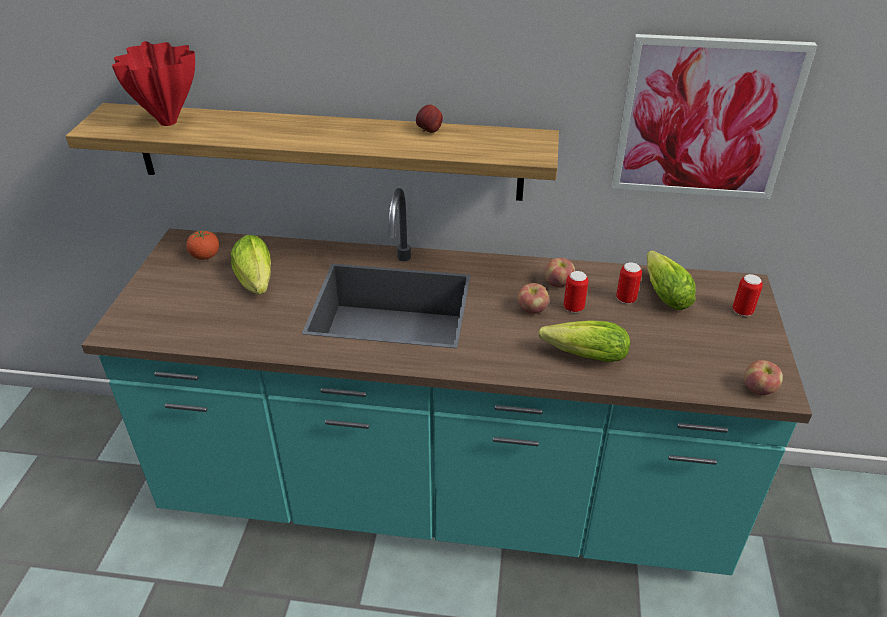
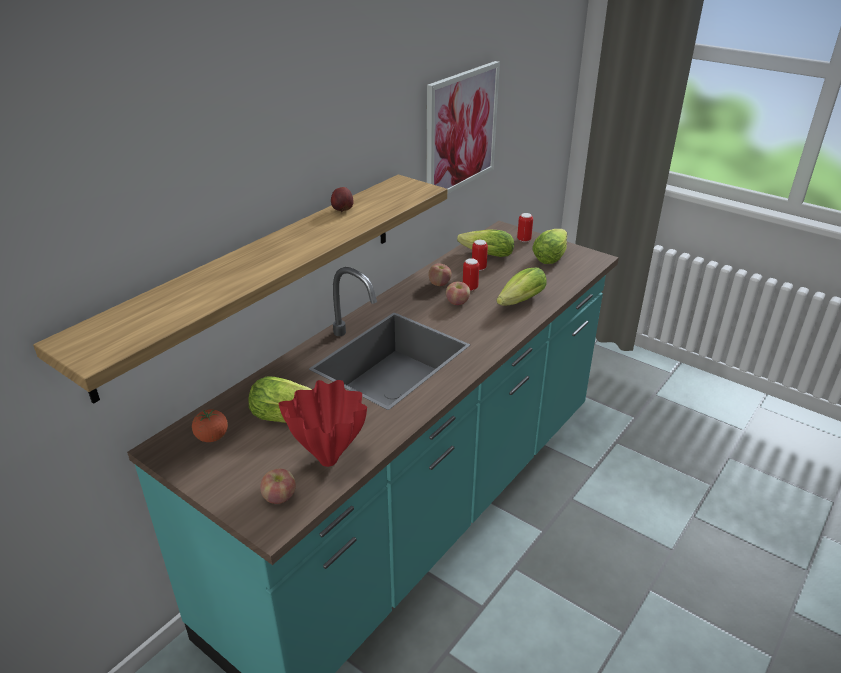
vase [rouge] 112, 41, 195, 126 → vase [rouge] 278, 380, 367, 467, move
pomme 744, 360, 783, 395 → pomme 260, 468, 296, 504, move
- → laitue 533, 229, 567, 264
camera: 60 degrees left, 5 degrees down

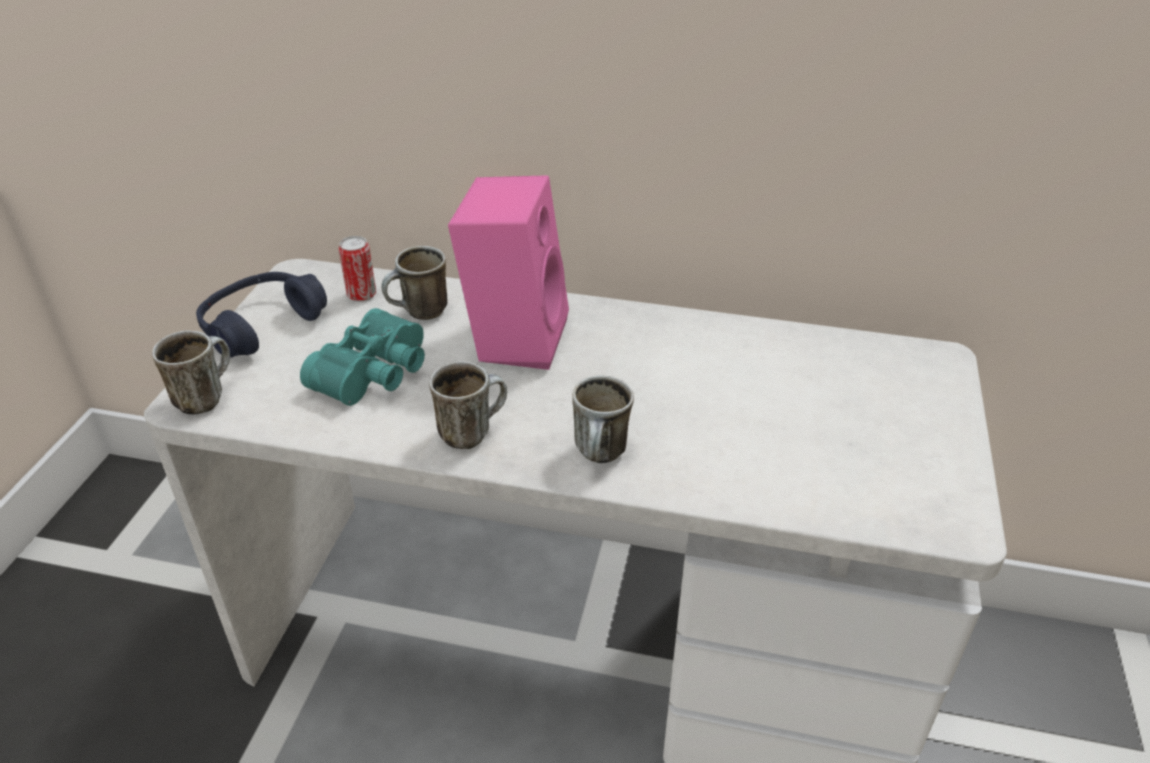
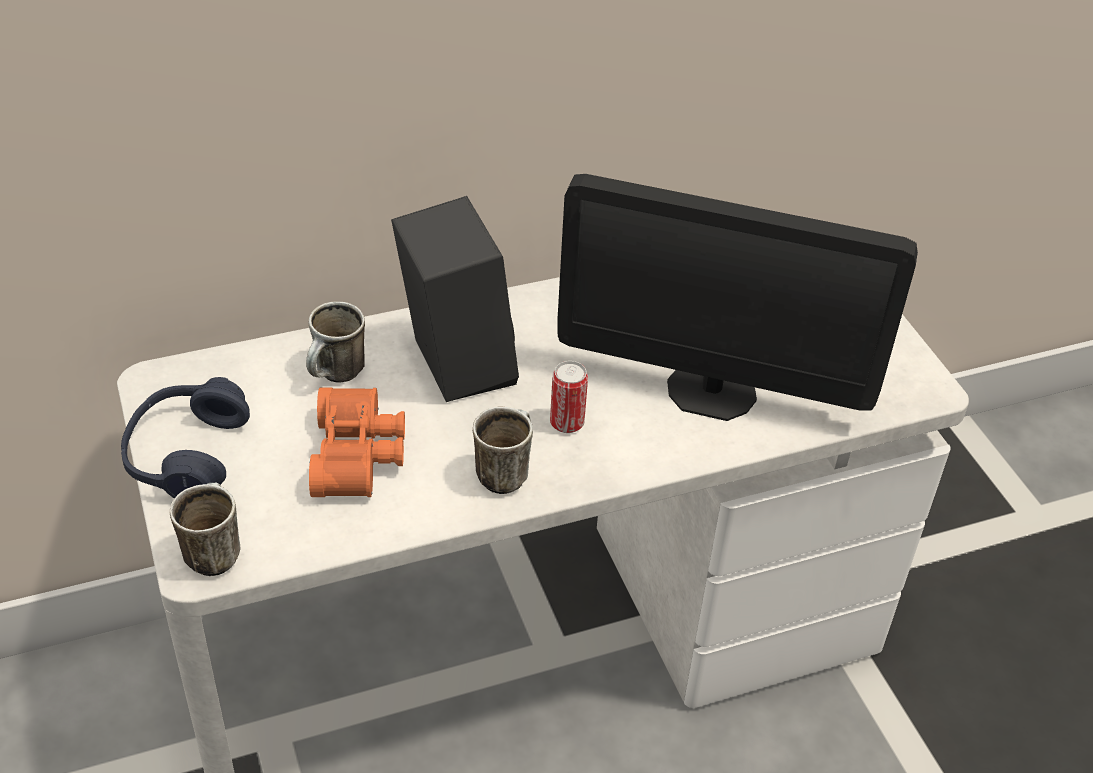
jumelles [turquoise] 300, 308, 425, 406 → jumelles [orange] 309, 388, 405, 497
boîte métallique 338, 236, 376, 302 → boîte métallique 550, 361, 588, 433, move
enceinte [rose] 448, 175, 569, 370 → enceinte [noir] 391, 196, 519, 402
mug 572, 375, 634, 463 → -
- → écran d'ordinateur 557, 174, 918, 421
camera: 35 degrees left, 5 degrees up

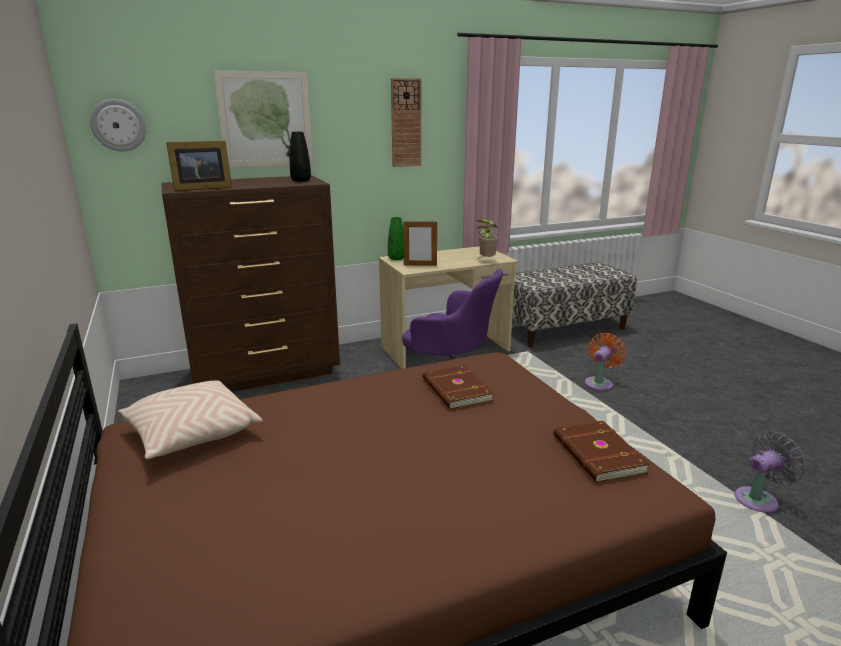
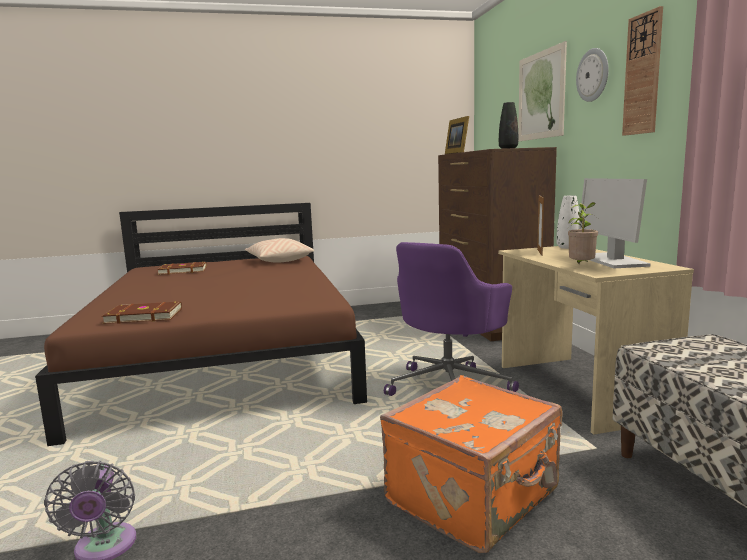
horloge murale 90, 99, 146, 151 → horloge murale 576, 48, 609, 102, move
vase [vert] 388, 217, 404, 260 → vase [blanc] 557, 196, 580, 249
livre [marron] 423, 365, 493, 409 → livre [marron] 157, 262, 207, 275, move
ventilateur [orange] 585, 333, 626, 391 → valise [orange] 380, 375, 562, 553
- → écran d'ordinateur 578, 178, 651, 268
camera: 100 degrees right, 10 degrees down

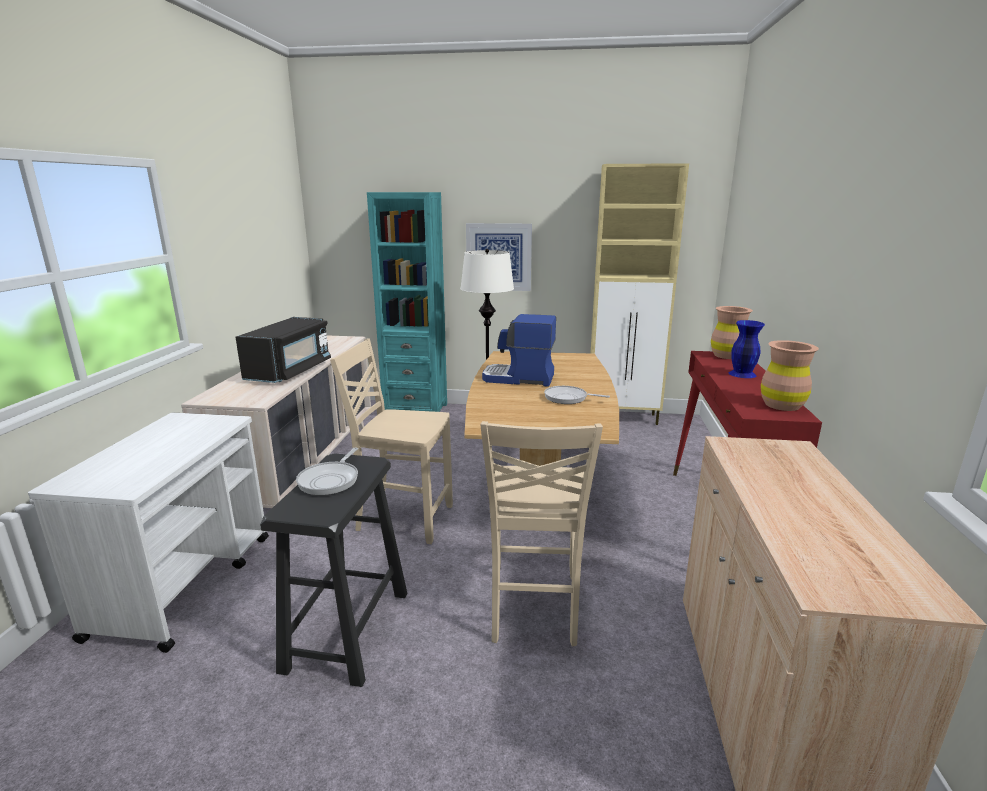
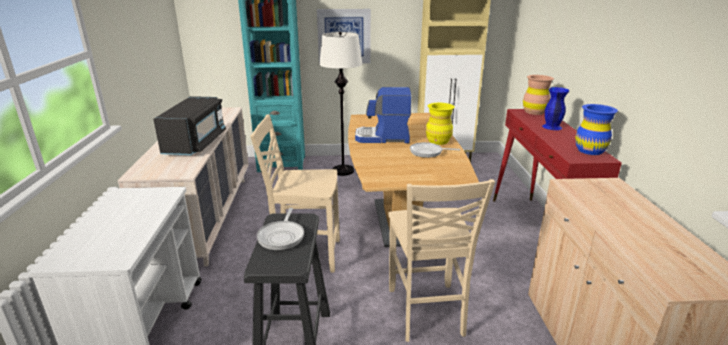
vase [marron] 761, 340, 819, 411 → vase [bleu] 575, 104, 618, 155
- → vase [jaune] 426, 103, 455, 145
camera: 10 degrees left, 5 degrees up

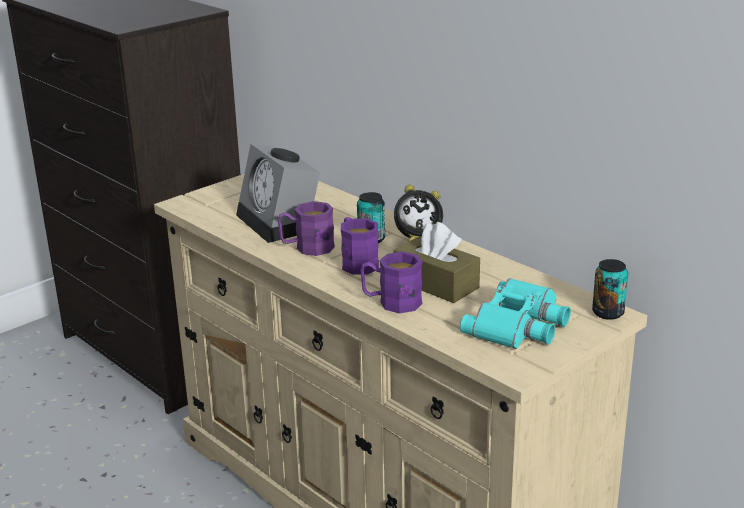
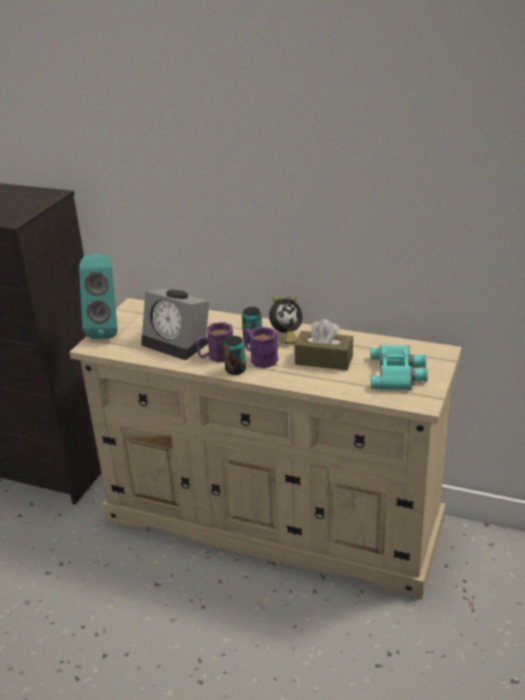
mug [violet] 360, 252, 422, 313 → -
boîte métallique 592, 259, 628, 320 → boîte métallique 223, 336, 246, 375, move
- → enceinte [turquoise] 79, 254, 118, 339
camera: 25 degrees left, 5 degrees up

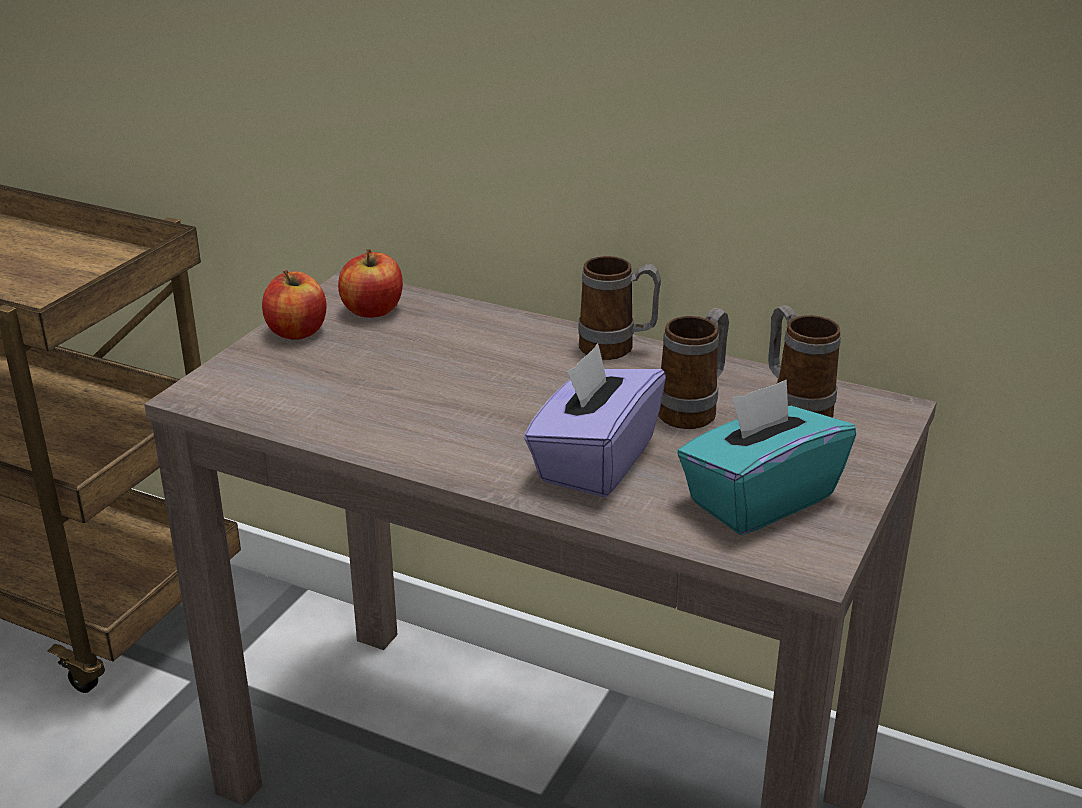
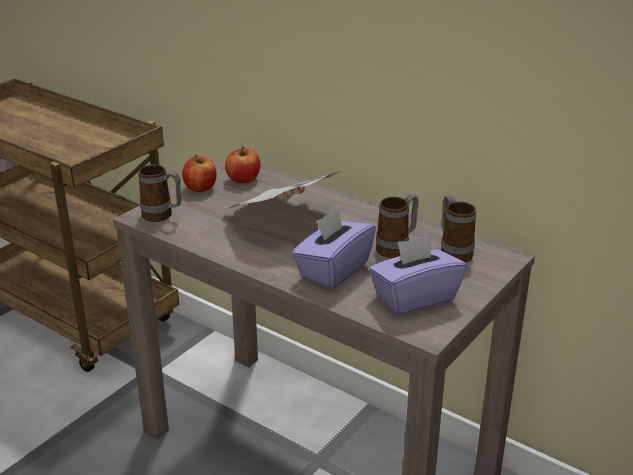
mug 578, 256, 661, 360 → mug 138, 165, 181, 222, move
boîte à mouchoirs [turquoise] 677, 380, 856, 535 → boîte à mouchoirs [violet] 369, 235, 466, 316
- → journal 227, 172, 339, 209
camera: 10 degrees right, 0 degrees up

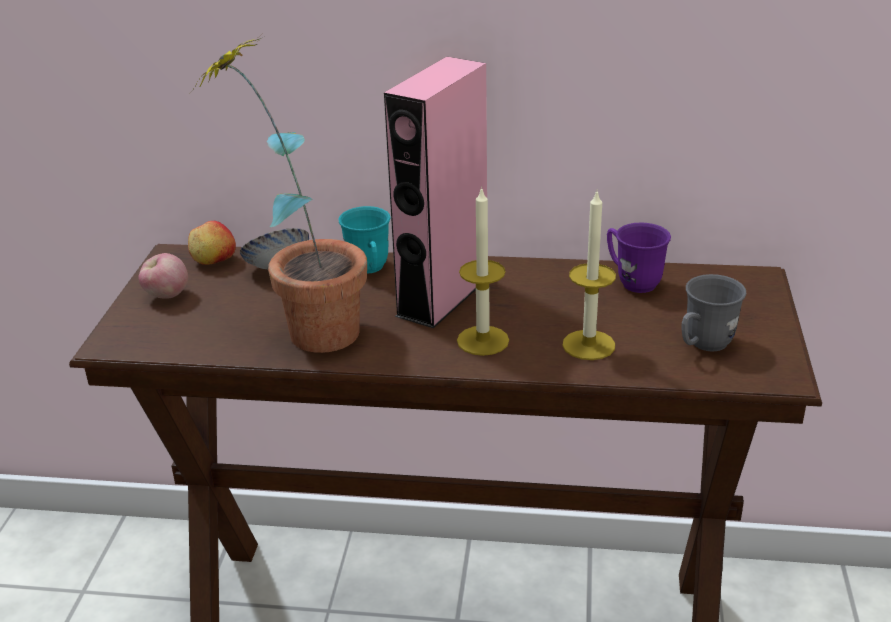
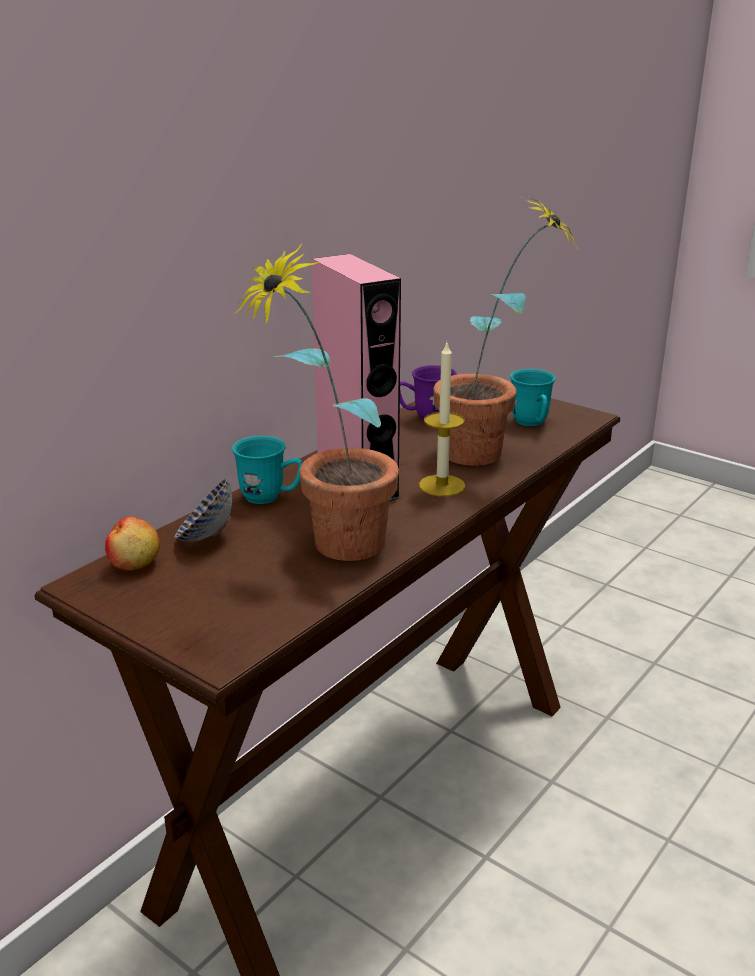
pomme 138, 253, 188, 299 → -
bougie 562, 192, 616, 360 → plante en pot 433, 198, 576, 466
mug [gris] 682, 274, 746, 351 → mug [turquoise] 510, 369, 556, 426
camera: 60 degrees left, 5 degrees down

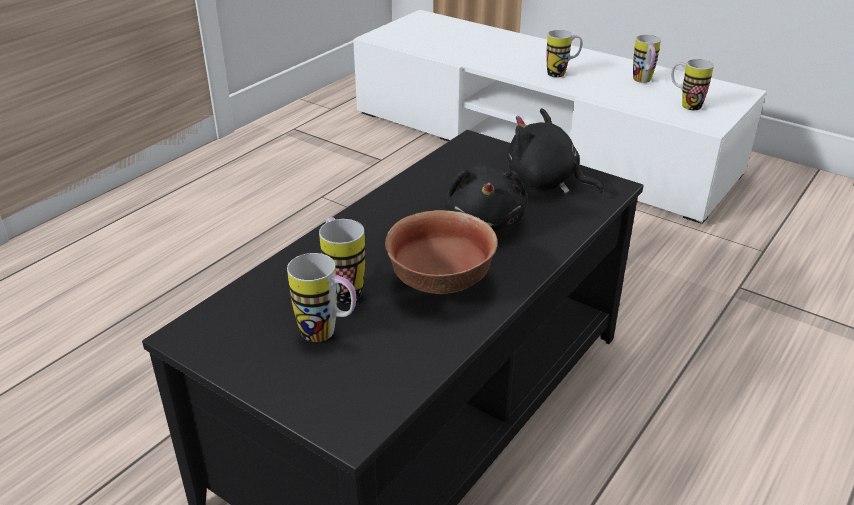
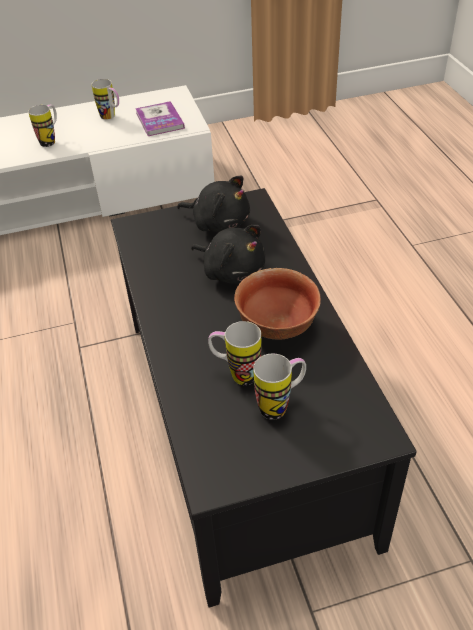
peluche [noir] 507, 108, 603, 194 → peluche [noir] 177, 176, 250, 232, 135 degrees counterclockwise
mug 672, 59, 714, 110 → livre 135, 101, 185, 136
camera: 50 degrees left, 10 degrees up

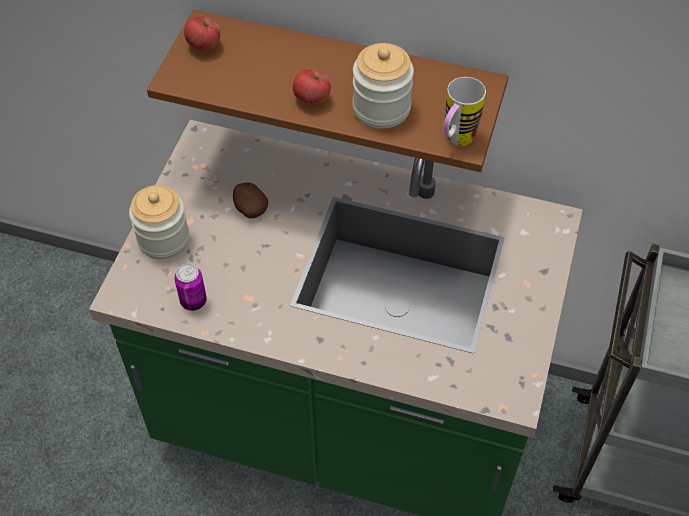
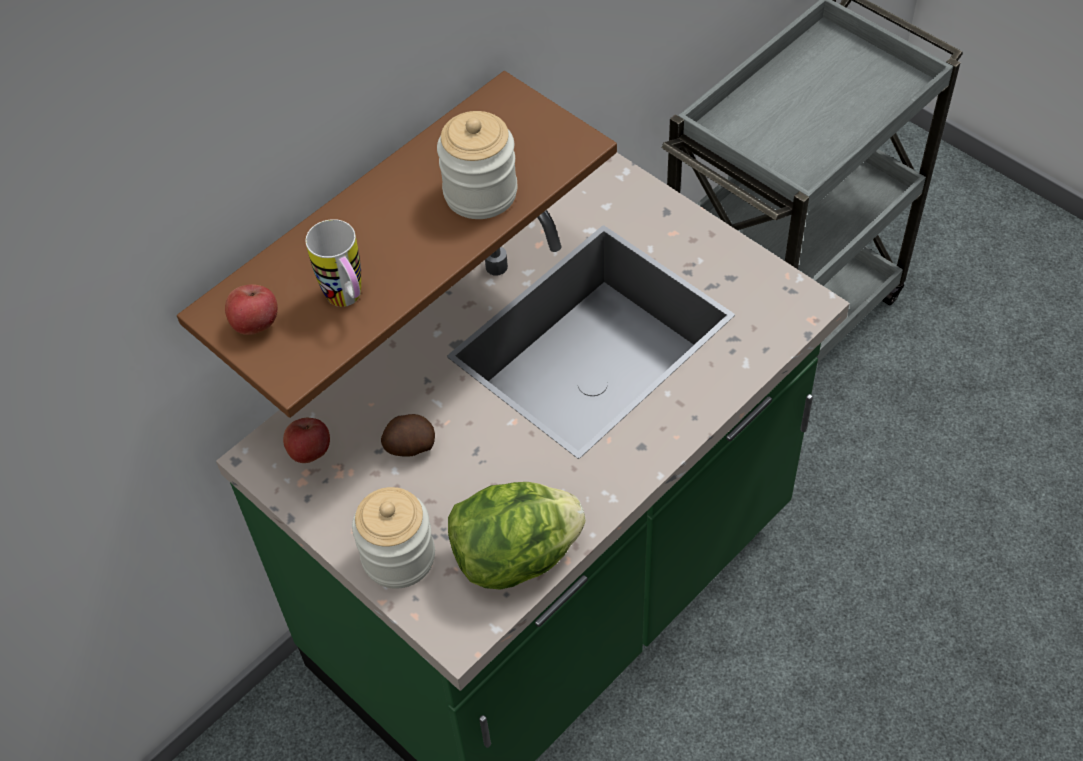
boîte métallique 174, 264, 207, 311 → laitue 448, 482, 586, 590
pomme 293, 68, 331, 106 → pomme 283, 418, 330, 463, move
mug 444, 77, 486, 146 → mug 305, 219, 361, 307, move
camera: 60 degrees left, 0 degrees up

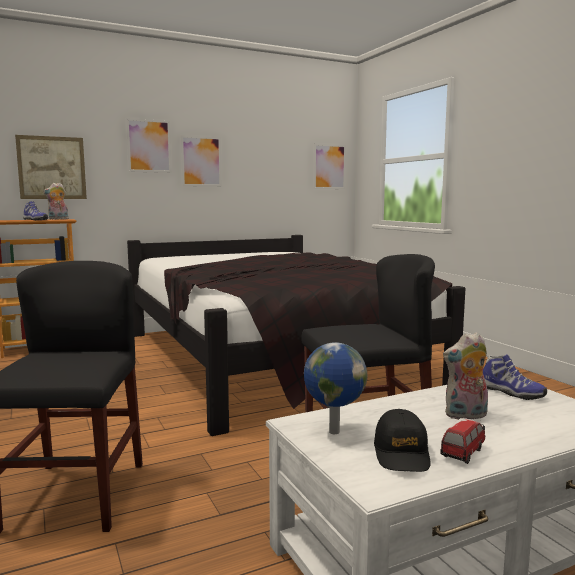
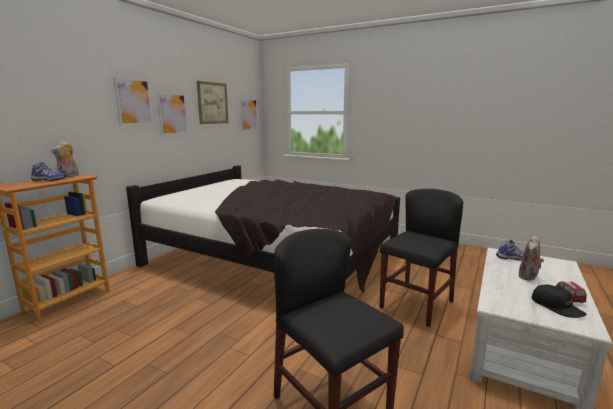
tableau 15, 135, 87, 199 → tableau 197, 81, 228, 124, move
globe 304, 342, 367, 434 → -
camera: 35 degrees left, 5 degrees up

